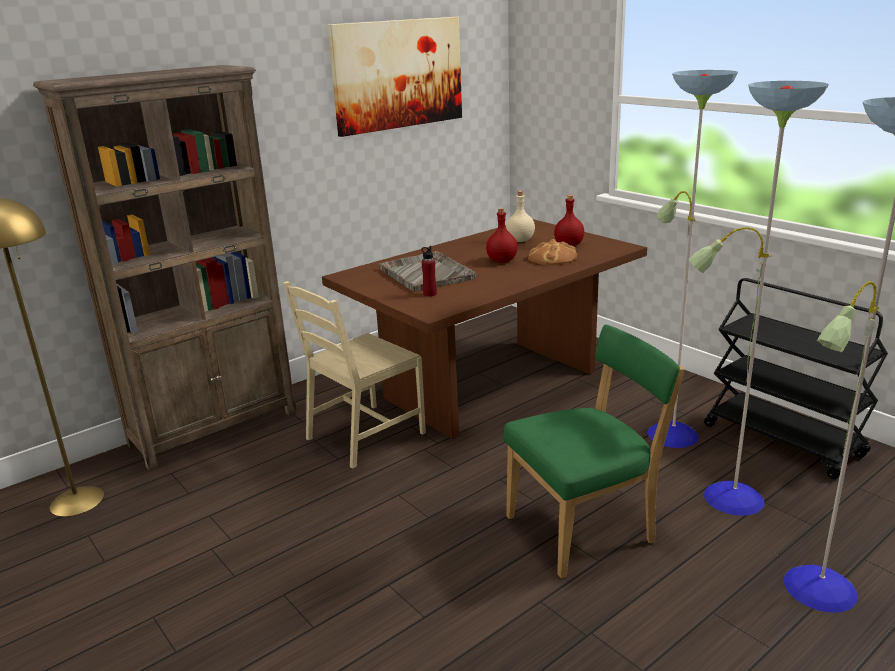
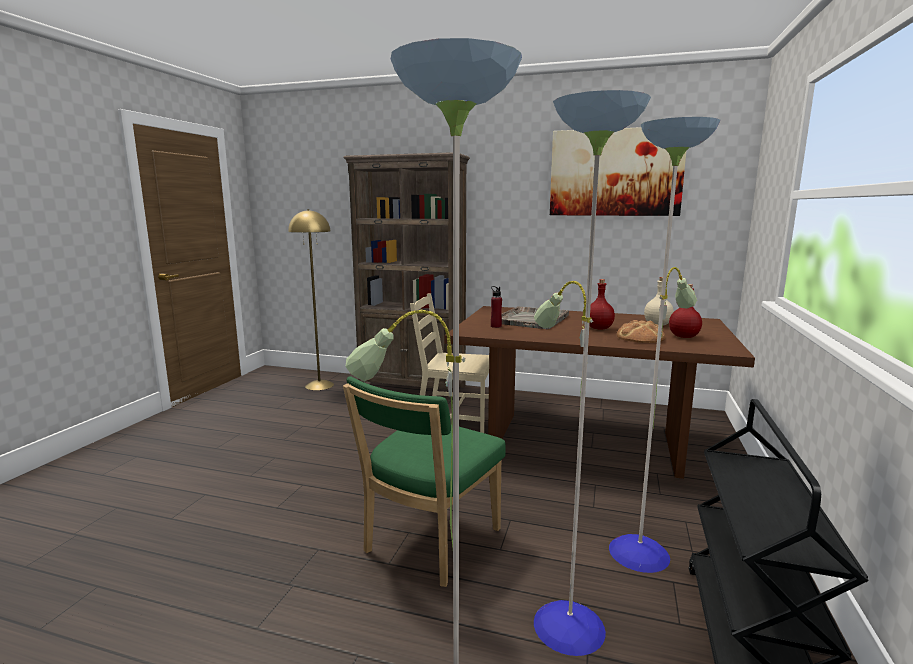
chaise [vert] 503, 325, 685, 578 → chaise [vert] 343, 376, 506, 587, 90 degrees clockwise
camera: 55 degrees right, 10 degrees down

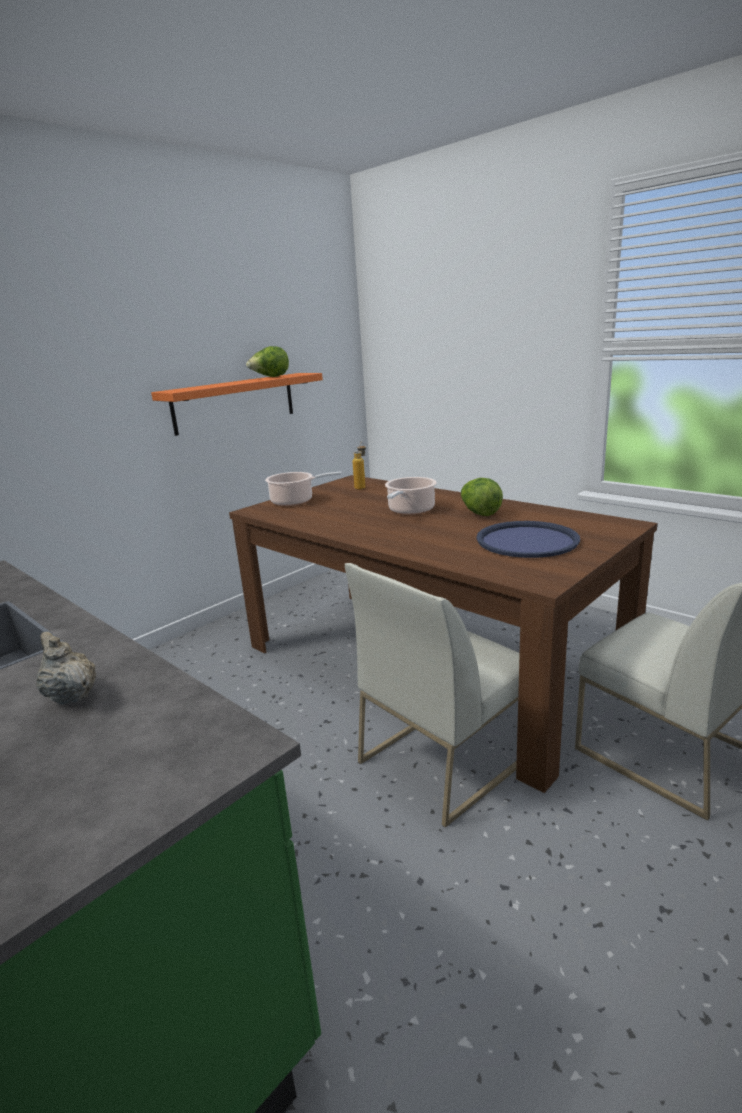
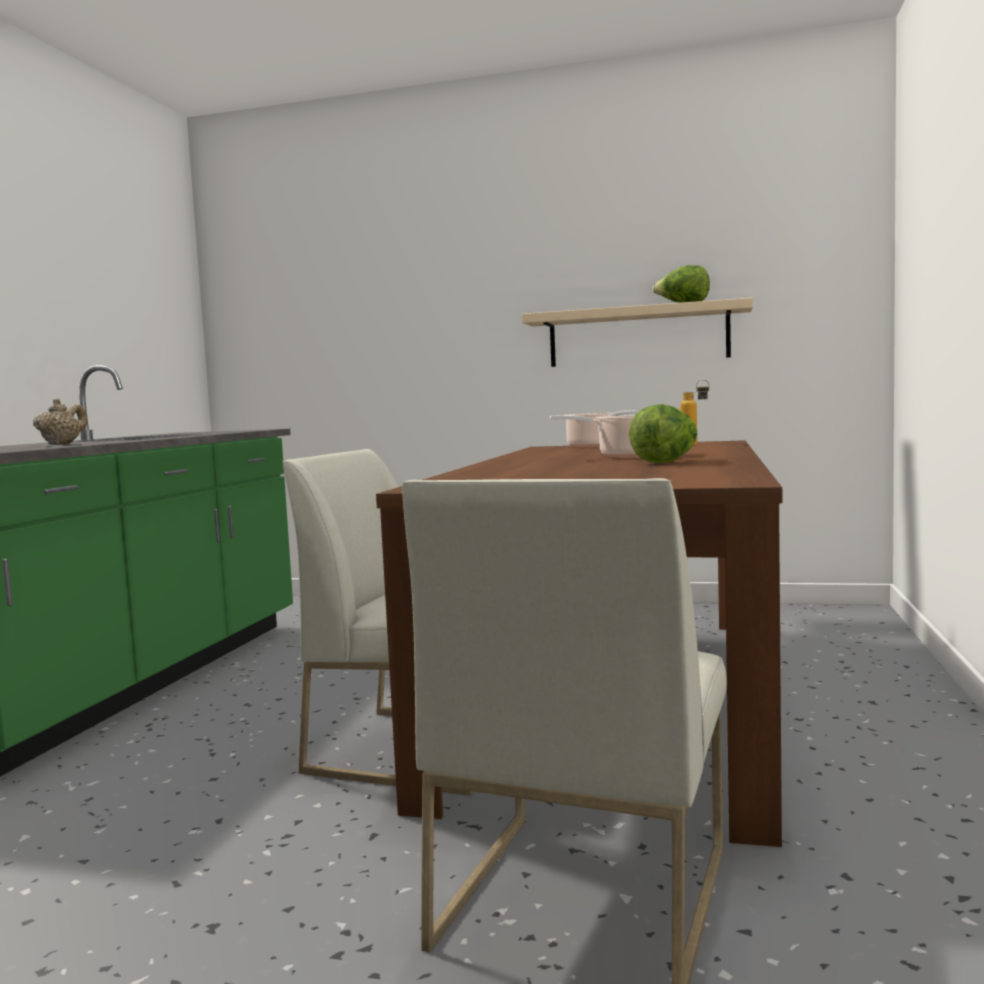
étagère [orange] 151, 373, 323, 436 → étagère [beige] 522, 298, 753, 367
plateau [bleu] 476, 521, 580, 558 → -
camera: 60 degrees right, 15 degrees down

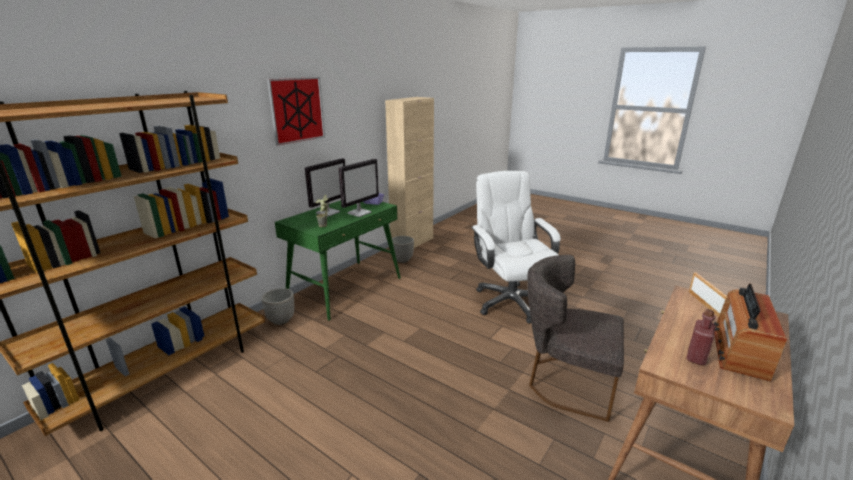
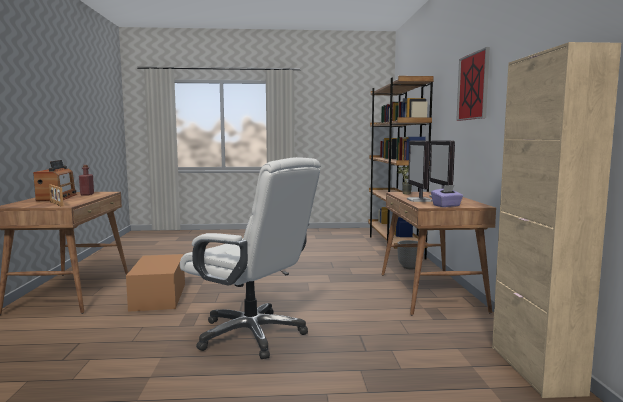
bureau [vert] 275, 200, 401, 321 → bureau [marron] 382, 192, 496, 316
cache-pot 392, 236, 414, 263 → -
chaise [gris] 527, 255, 624, 422 → carton 126, 254, 185, 312
camera: 140 degrees right, 15 degrees down

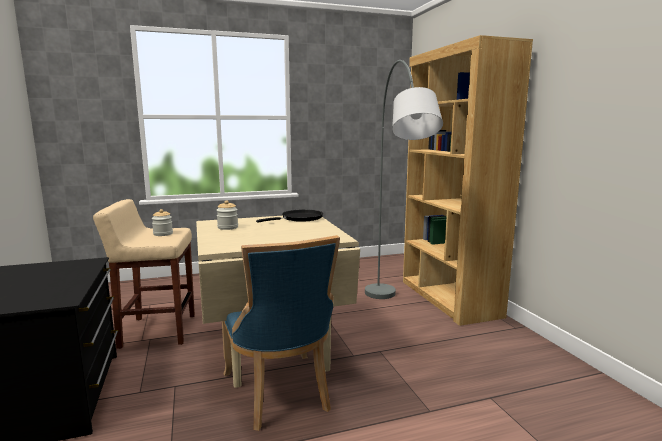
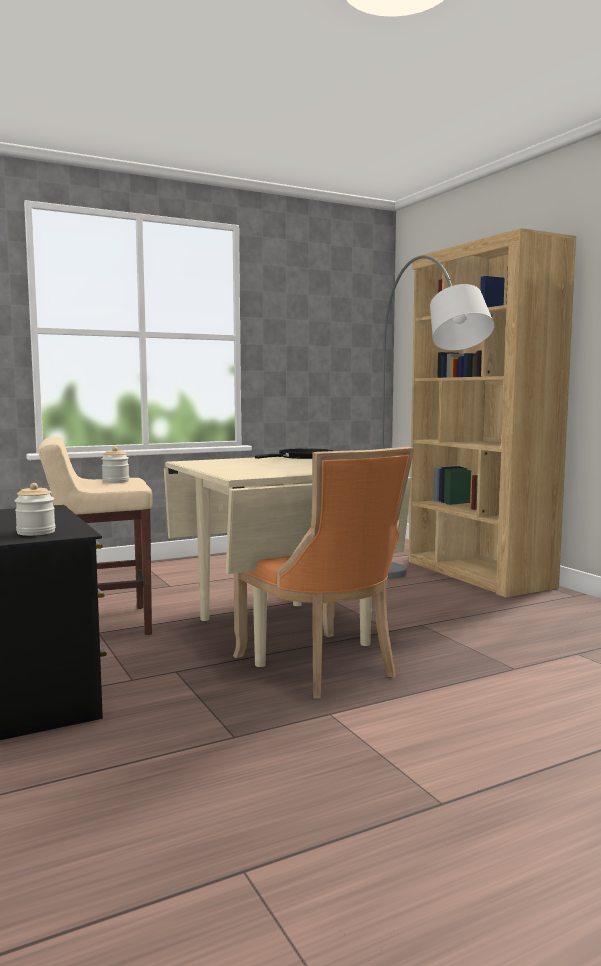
bocal 216, 200, 238, 230 → bocal 15, 483, 55, 536, move
chaise [bleu] 222, 235, 340, 431 → chaise [orange] 233, 447, 414, 699
camera: 10 degrees left, 5 degrees down

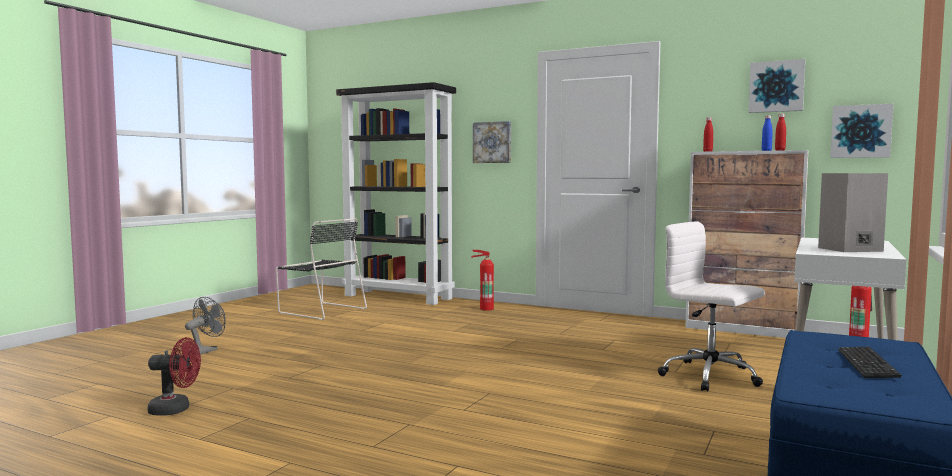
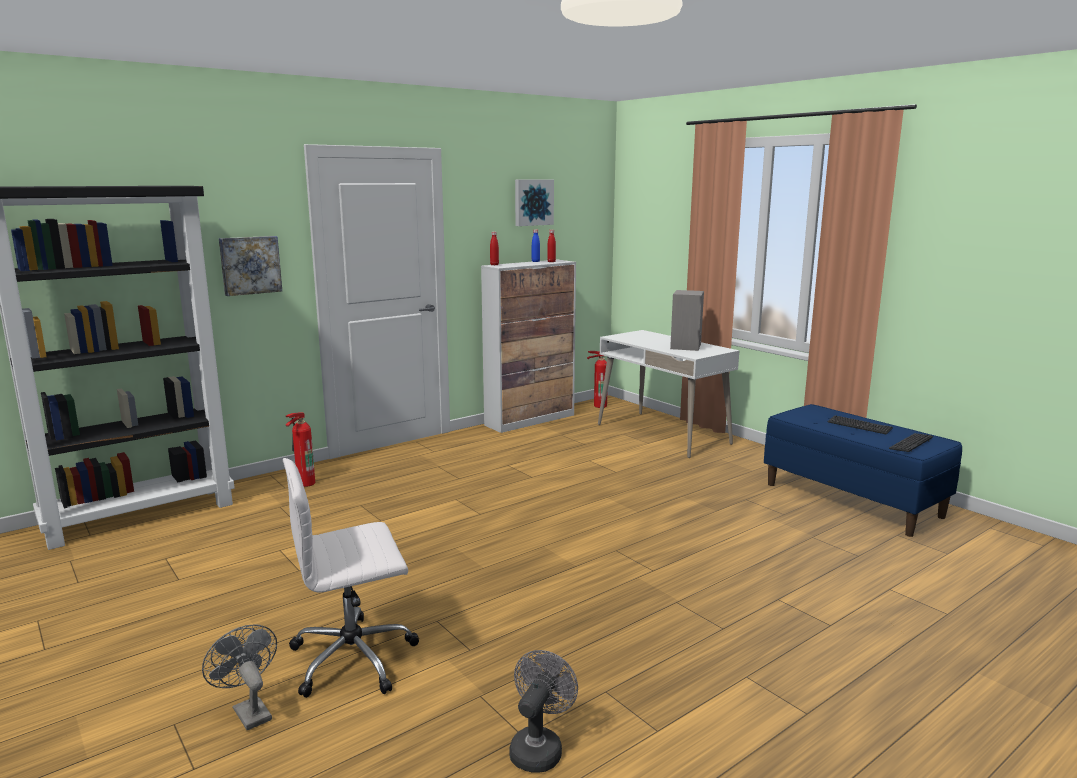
ventilateur [rouge] 147, 337, 201, 415 → ventilateur [gris] 509, 650, 578, 773
chaise [noir] 276, 218, 367, 320 → -
chaise de bureau [blanc] 658, 221, 765, 392 → chaise de bureau [blanc] 283, 458, 419, 698, move
tableau 830, 104, 893, 158 → -
- → clavier 889, 433, 933, 452
camera: 65 degrees left, 10 degrees up

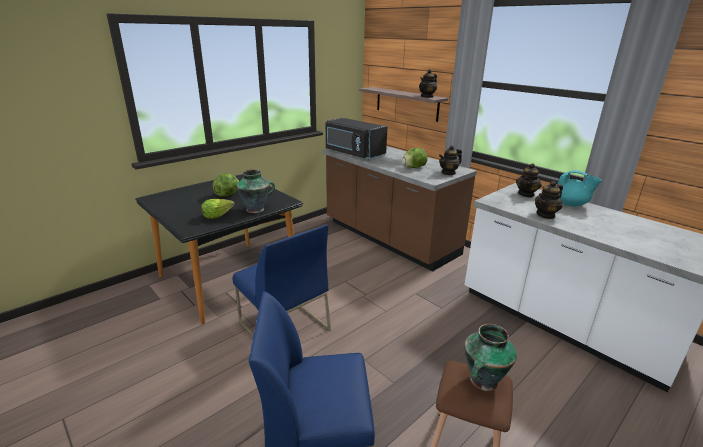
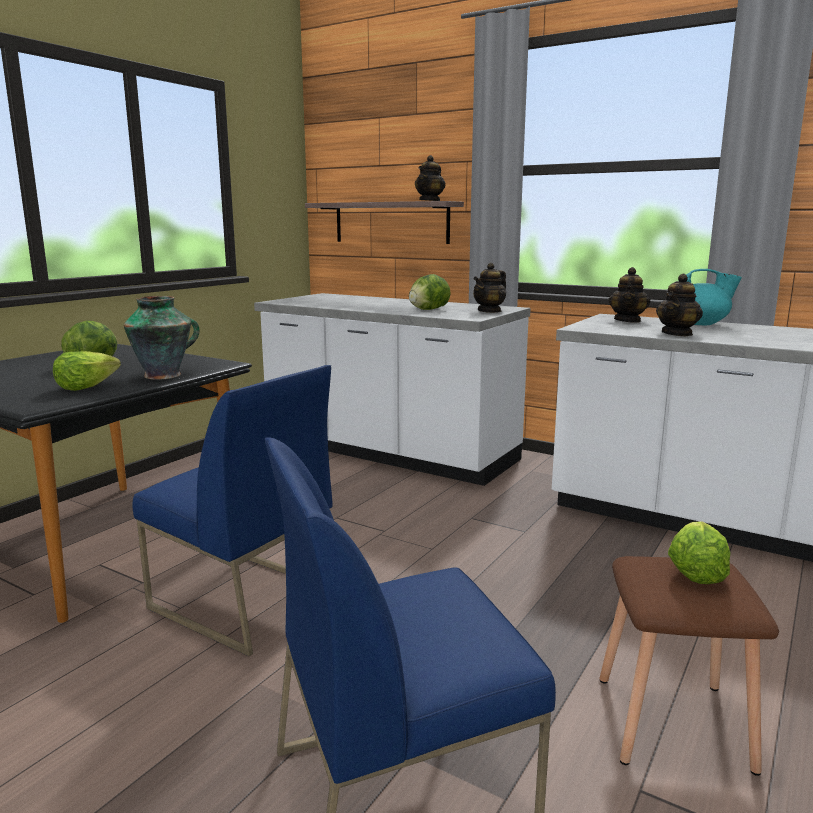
comptoir de cuisine [marron] 323, 146, 477, 271 → comptoir de cuisine [blanc] 254, 293, 530, 486
micro-ondes [noir] 326, 118, 388, 160 → -
vase 464, 324, 517, 391 → laitue 668, 522, 731, 584
camera: 15 degrees left, 10 degrees down

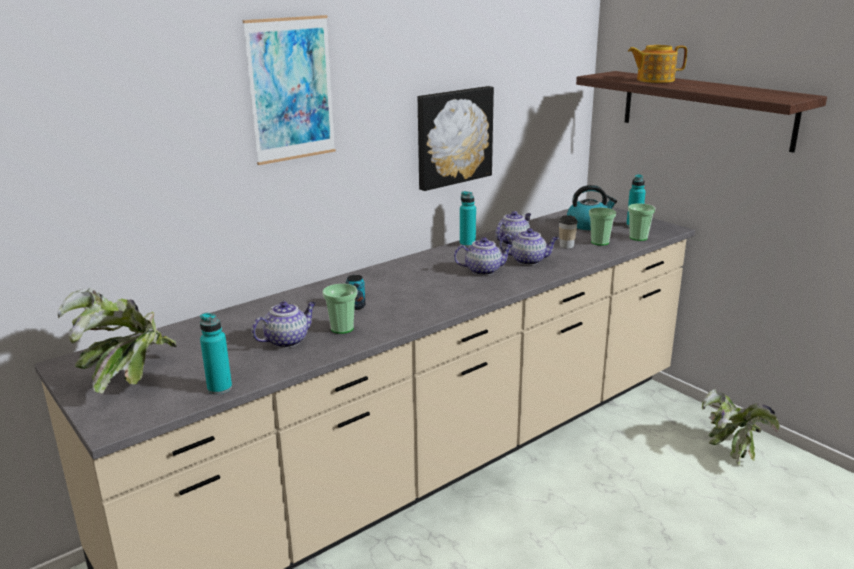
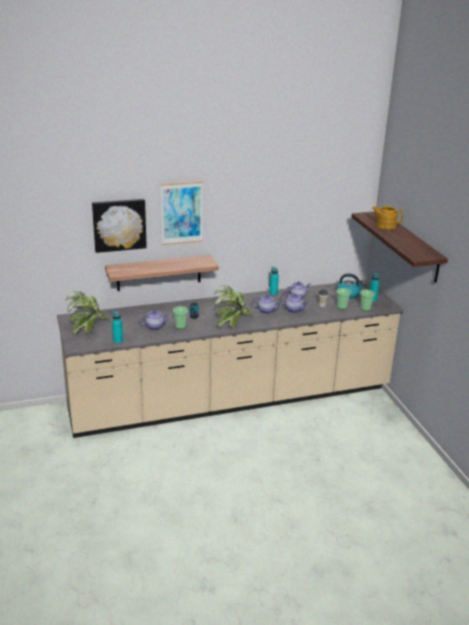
tableau 418, 86, 494, 191 → tableau 92, 199, 147, 253, move
plante en pot 702, 389, 780, 466 → plante en pot 214, 285, 254, 327, move
- → étagère 105, 255, 219, 291
camera: 20 degrees right, 5 degrees up

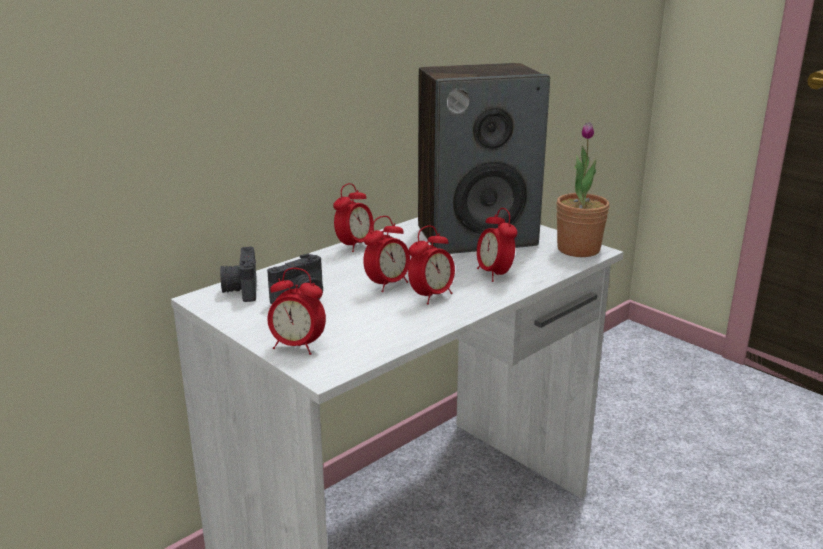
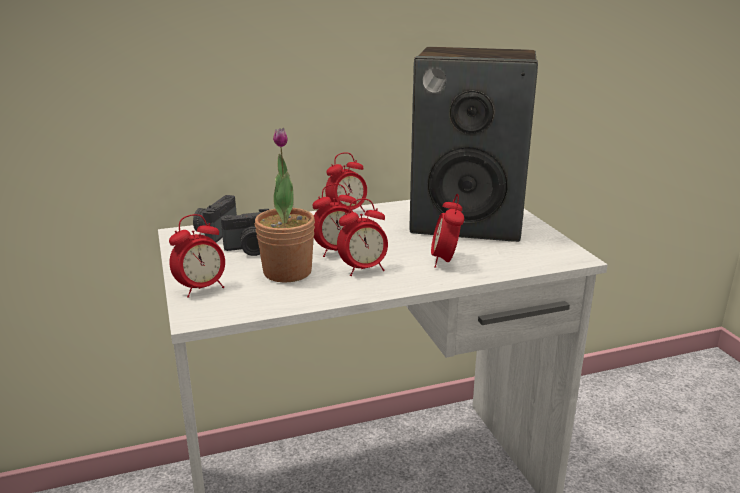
réveil 267, 268, 326, 355 → réveil 169, 214, 225, 298, 75 degrees counterclockwise
plante en pot 556, 122, 609, 257 → plante en pot 255, 128, 315, 283, move
camera: 25 degrees right, 0 degrees up

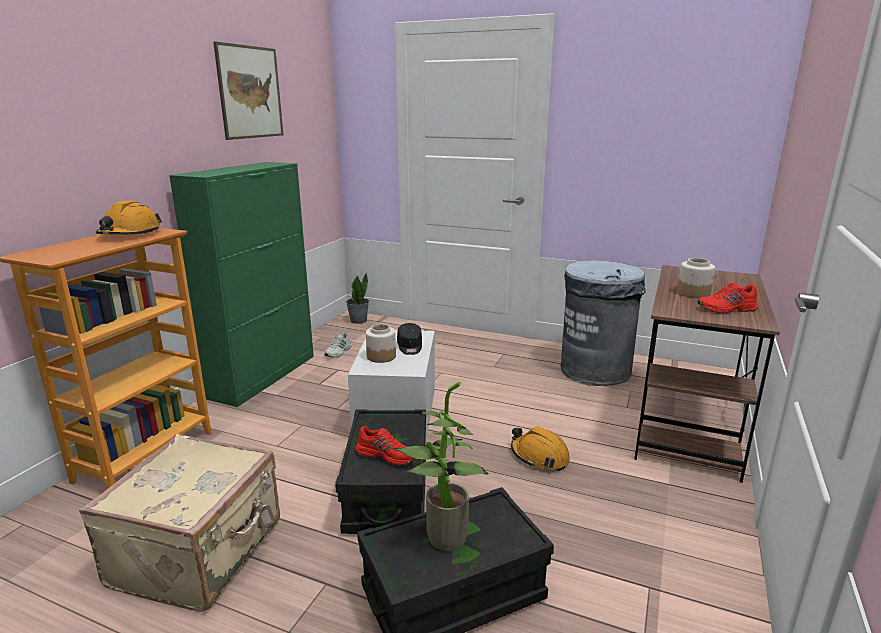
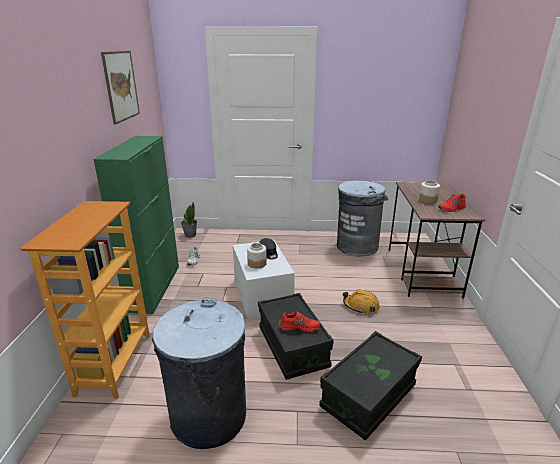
valise [beige] 79, 434, 280, 612 → poubelle [gris] 152, 298, 246, 449
casque de chantier [orange] 96, 201, 162, 234 → -
plante en pot 392, 382, 489, 551 → -
camera: 20 degrees left, 5 degrees up

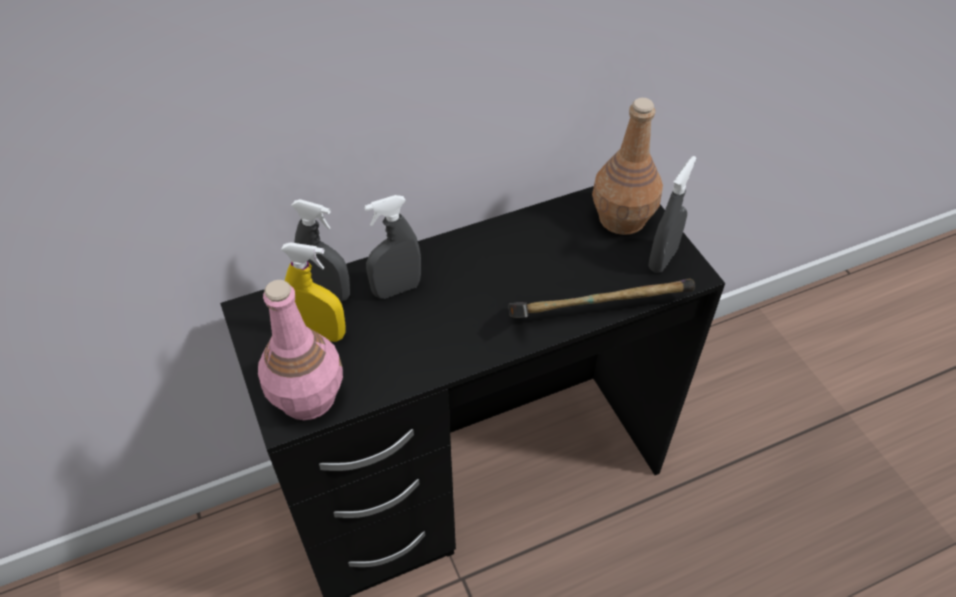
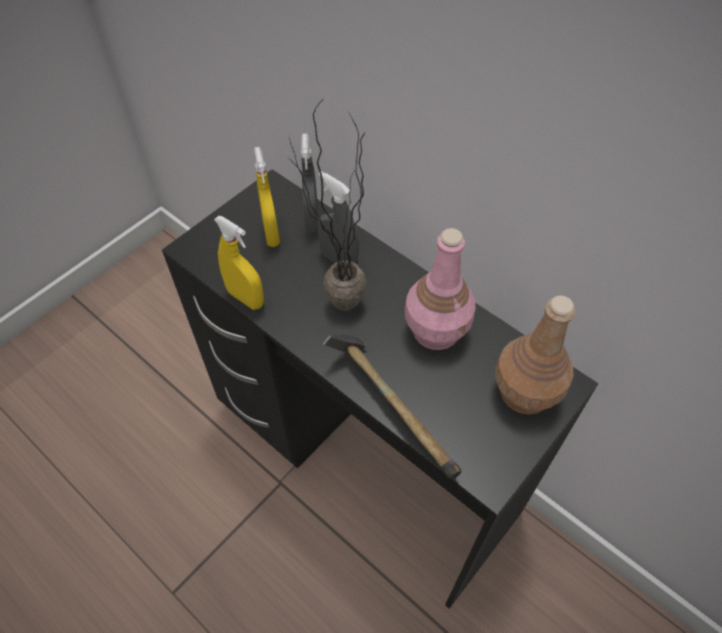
bouteille [rose] 258, 280, 343, 420 → bouteille [rose] 405, 228, 476, 350, move
vaporisateur [gris] 649, 156, 697, 273 → -
- → vaporisateur [jaune] 214, 216, 264, 310
- → plante en pot 288, 99, 367, 311
camera: 65 degrees right, 5 degrees up

